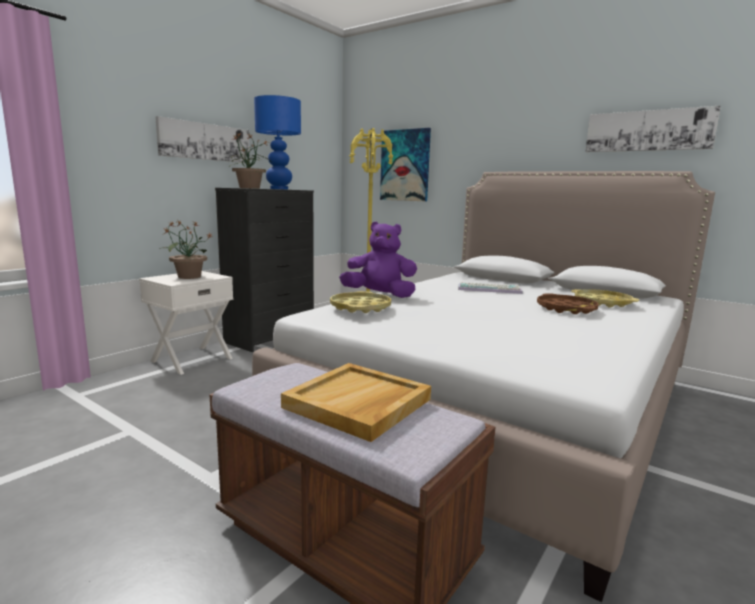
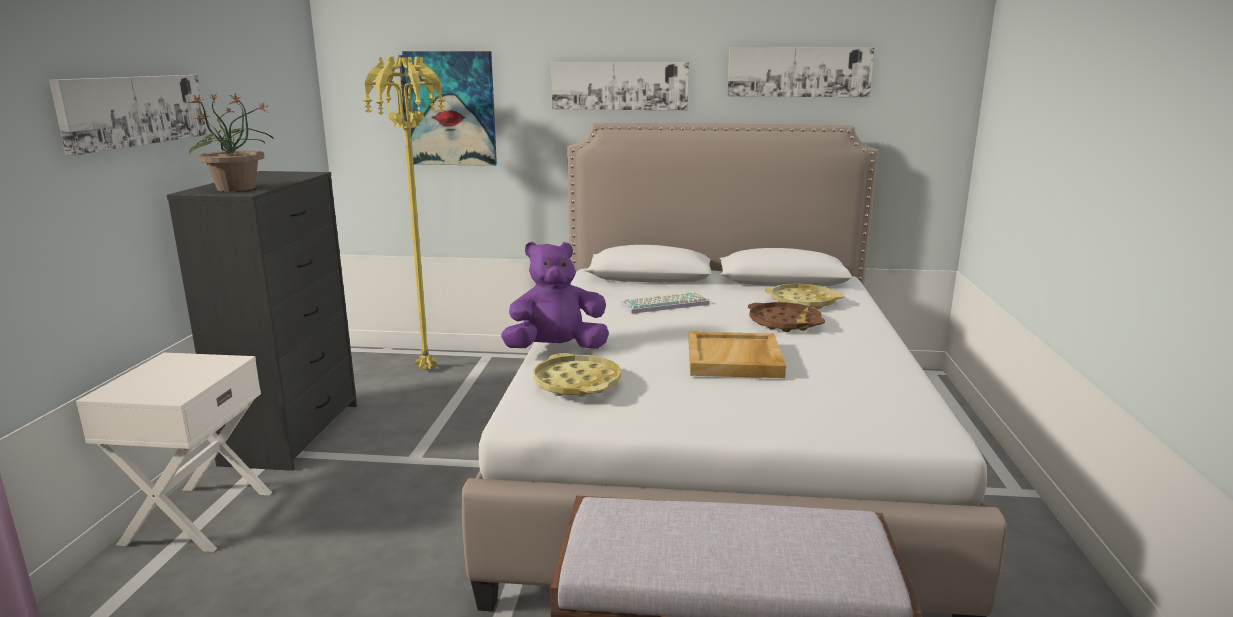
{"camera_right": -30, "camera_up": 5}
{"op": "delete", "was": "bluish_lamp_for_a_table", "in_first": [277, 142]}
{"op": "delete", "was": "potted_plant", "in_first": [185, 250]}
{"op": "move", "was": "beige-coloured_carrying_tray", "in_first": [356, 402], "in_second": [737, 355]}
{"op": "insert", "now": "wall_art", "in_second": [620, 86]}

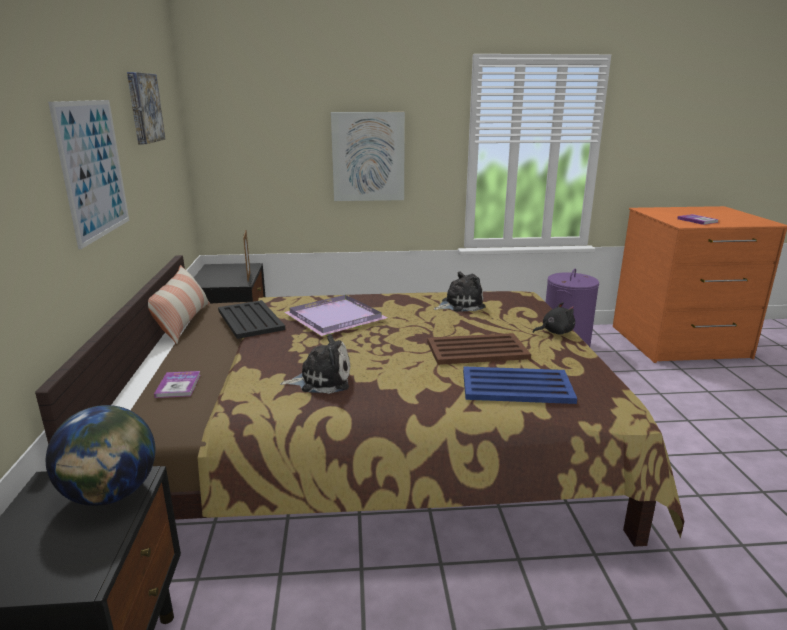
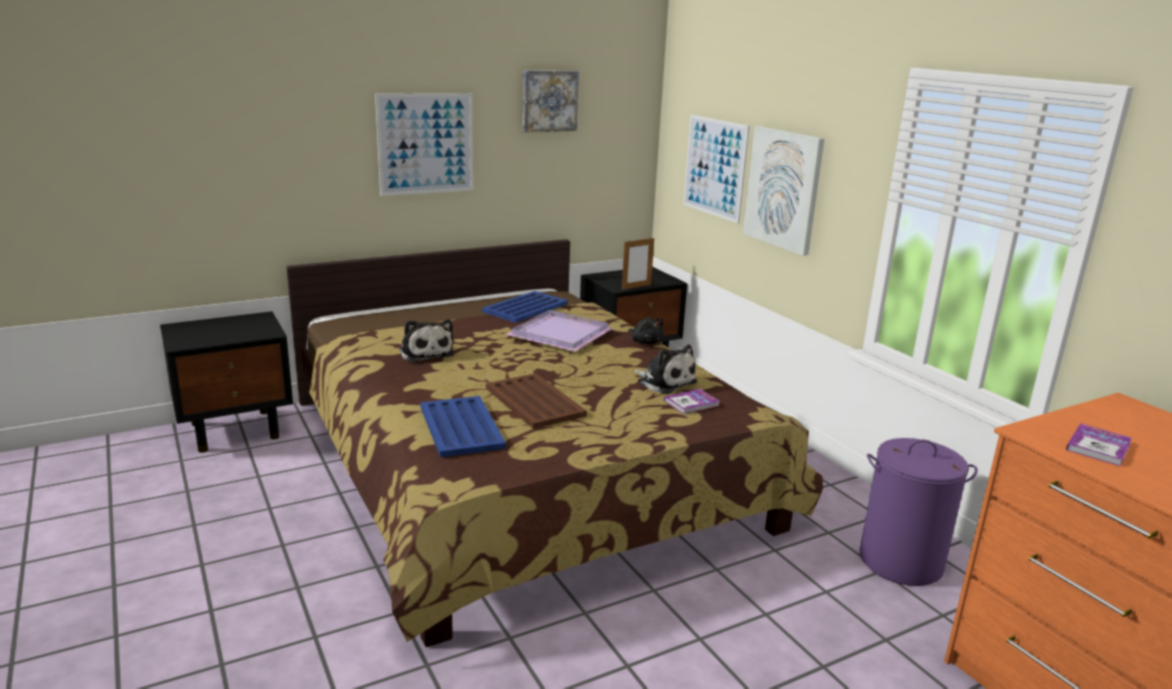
{"camera_right": 65, "camera_up": 0}
{"op": "delete", "was": "cushion", "in_first": [179, 304]}
{"op": "recolor", "was": "blackish_carrying_tray", "now": "bluish_carrying_tray", "in_first": [251, 319], "in_second": [525, 307]}
{"op": "move", "was": "blackish_cuddly_toy", "in_first": [554, 318], "in_second": [646, 330]}
{"op": "move", "was": "volume", "in_first": [177, 384], "in_second": [692, 401]}
{"op": "delete", "was": "desk_globe", "in_first": [100, 455]}
{"op": "insert", "now": "wall_art", "in_second": [716, 169]}

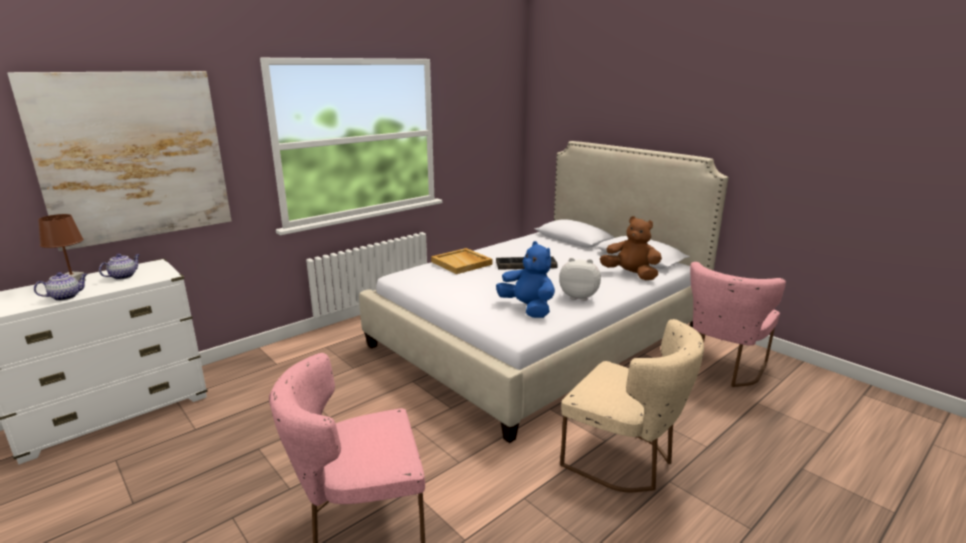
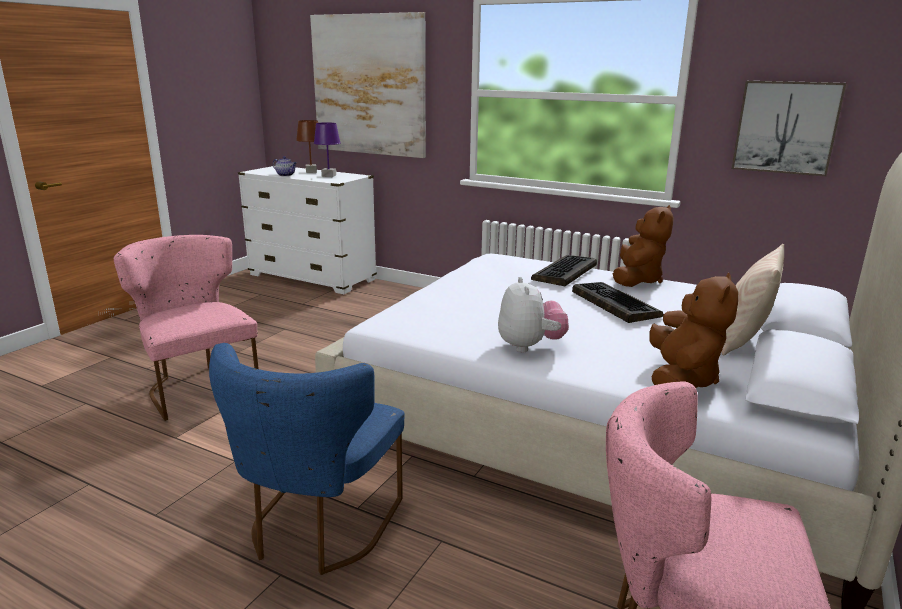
{"camera_right": 70, "camera_up": 0}
{"op": "delete", "was": "bluish_cuddly_toy", "in_first": [525, 279]}
{"op": "replace", "was": "beige-coloured_carrying_tray", "now": "PC_keyboard", "in_first": [461, 261], "in_second": [564, 270]}
{"op": "replace", "was": "tea_pot", "now": "purple-coloured_lamp_for_a_table", "in_first": [119, 267], "in_second": [327, 149]}
{"op": "recolor", "was": "beige-coloured_upright_chair", "now": "bluish_upright_chair", "in_first": [632, 405], "in_second": [306, 459]}
{"op": "insert", "now": "wall_art", "in_second": [789, 128]}
{"op": "insert", "now": "brown-coloured_cuddly_toy", "in_second": [643, 246]}
{"op": "insert", "now": "beige-coloured_cushion", "in_second": [752, 300]}

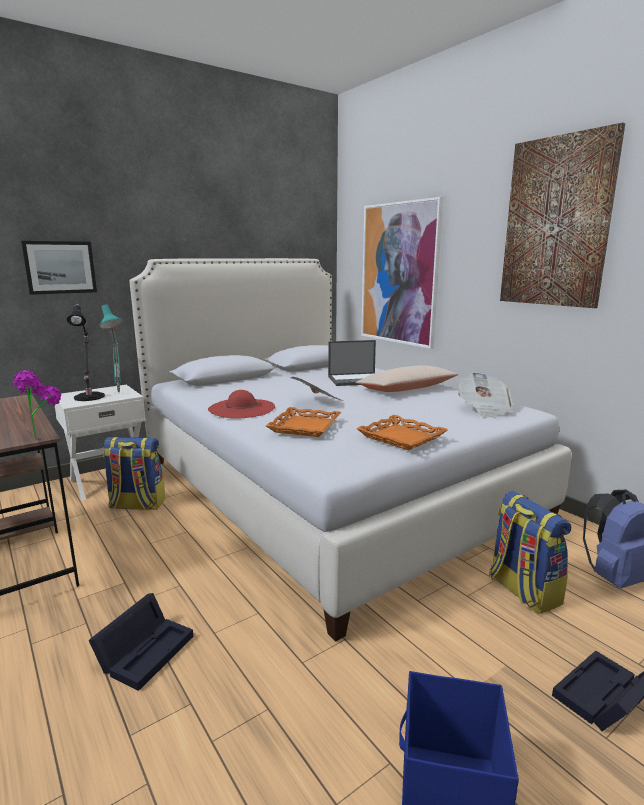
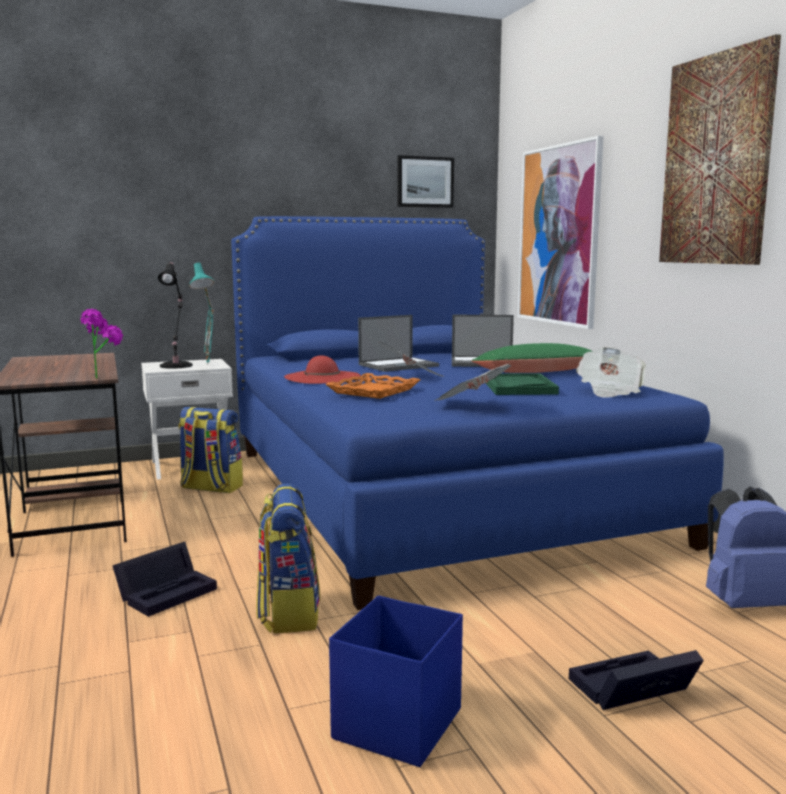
{"camera_right": 15, "camera_up": -5}
{"op": "move", "was": "wall_art", "in_first": [59, 268], "in_second": [425, 181]}
{"op": "recolor", "was": "whitish_bedroom_bed", "now": "bluish_bedroom_bed", "in_first": [350, 450], "in_second": [477, 413]}
{"op": "recolor", "was": "beige-coloured_cushion", "now": "greenish_cushion", "in_first": [407, 378], "in_second": [531, 358]}
{"op": "replace", "was": "orange_carrying_tray", "now": "newspaper", "in_first": [402, 432], "in_second": [472, 382]}
{"op": "move", "was": "backpack", "in_first": [530, 552], "in_second": [288, 558]}
{"op": "insert", "now": "notebook_computer", "in_second": [398, 343]}
{"op": "insert", "now": "greenish_carrying_tray", "in_second": [522, 384]}

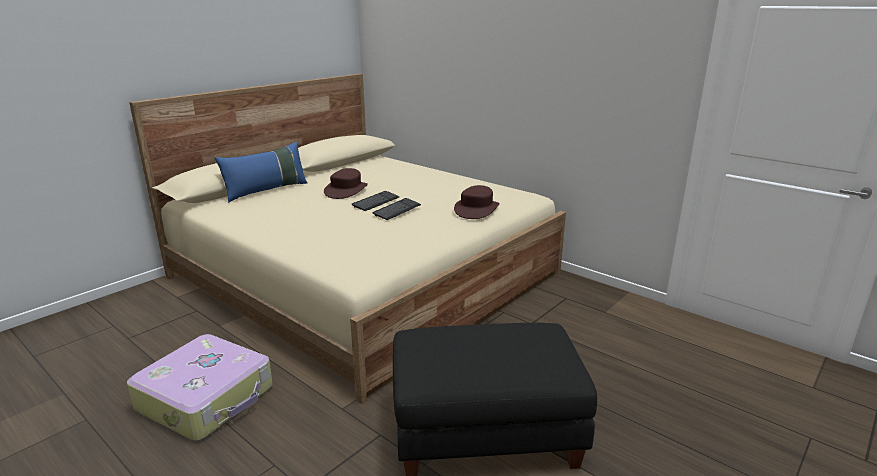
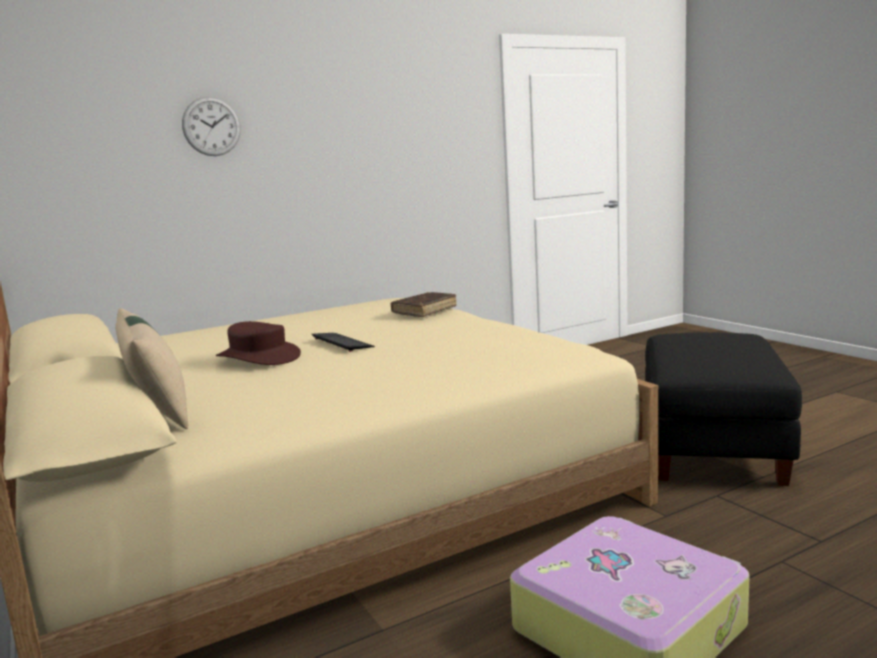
{"camera_right": -70, "camera_up": -10}
{"op": "recolor", "was": "bluish_cushion", "now": "beige-coloured_cushion", "in_first": [261, 172], "in_second": [151, 368]}
{"op": "replace", "was": "brown-coloured_hat", "now": "brown-coloured_volume", "in_first": [476, 202], "in_second": [423, 304]}
{"op": "delete", "was": "PC_keyboard", "in_first": [396, 209]}
{"op": "insert", "now": "wall_clock", "in_second": [211, 126]}

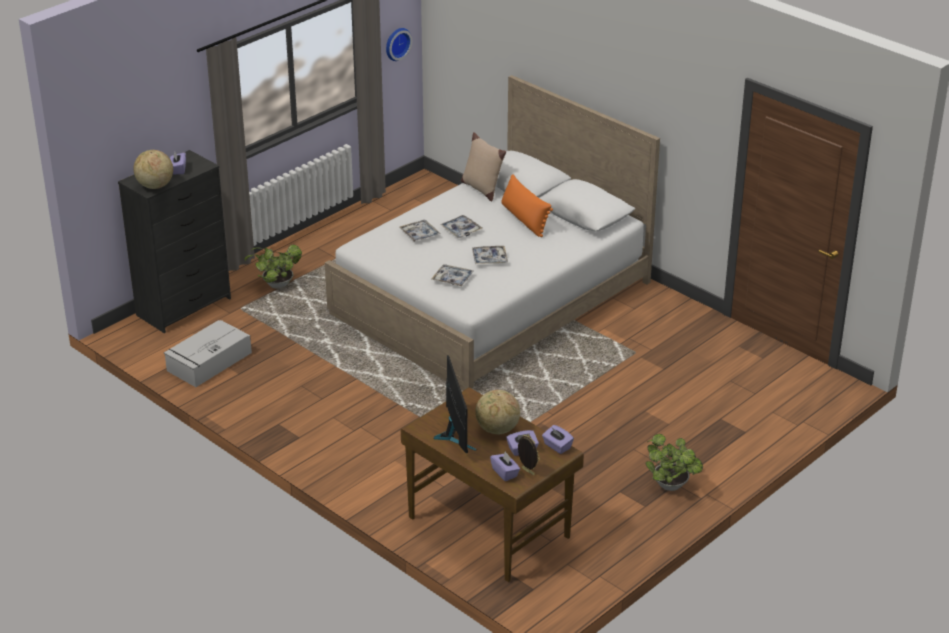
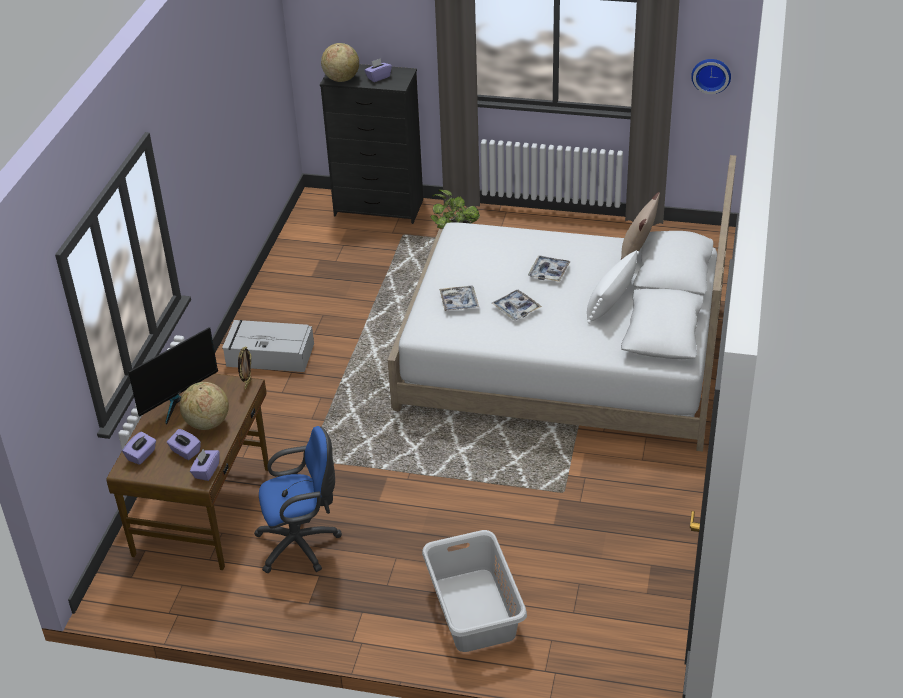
{"camera_right": 60, "camera_up": 5}
{"op": "recolor", "was": "orange_cushion", "now": "whitish_cushion", "in_first": [527, 205], "in_second": [613, 287]}
{"op": "delete", "was": "carrying_tray", "in_first": [420, 231]}
{"op": "move", "was": "greyish_storage_box", "in_first": [208, 353], "in_second": [268, 346]}
{"op": "delete", "was": "potted_plant", "in_first": [674, 462]}
{"op": "move", "was": "photo_frame", "in_first": [529, 455], "in_second": [245, 367]}
{"op": "insert", "now": "bluish_computer_chair", "in_second": [298, 499]}
{"op": "insert", "now": "greyish_hamper", "in_second": [474, 591]}

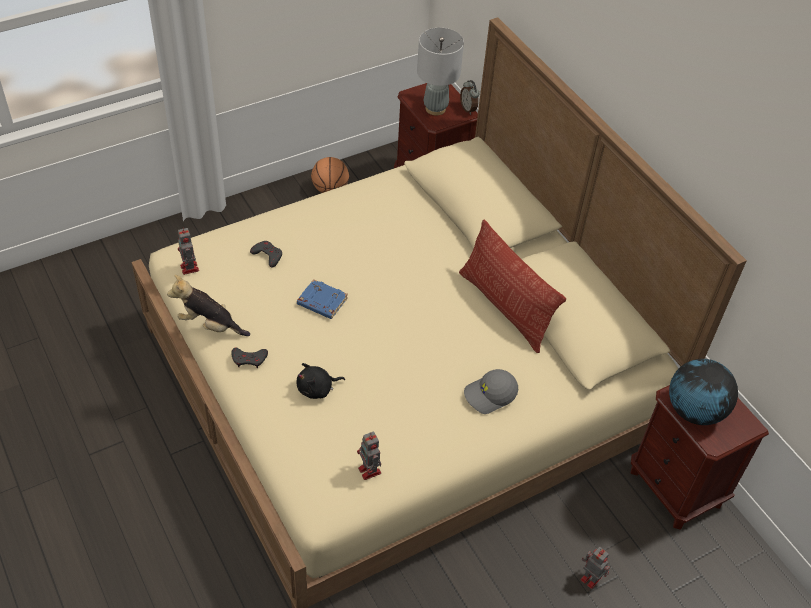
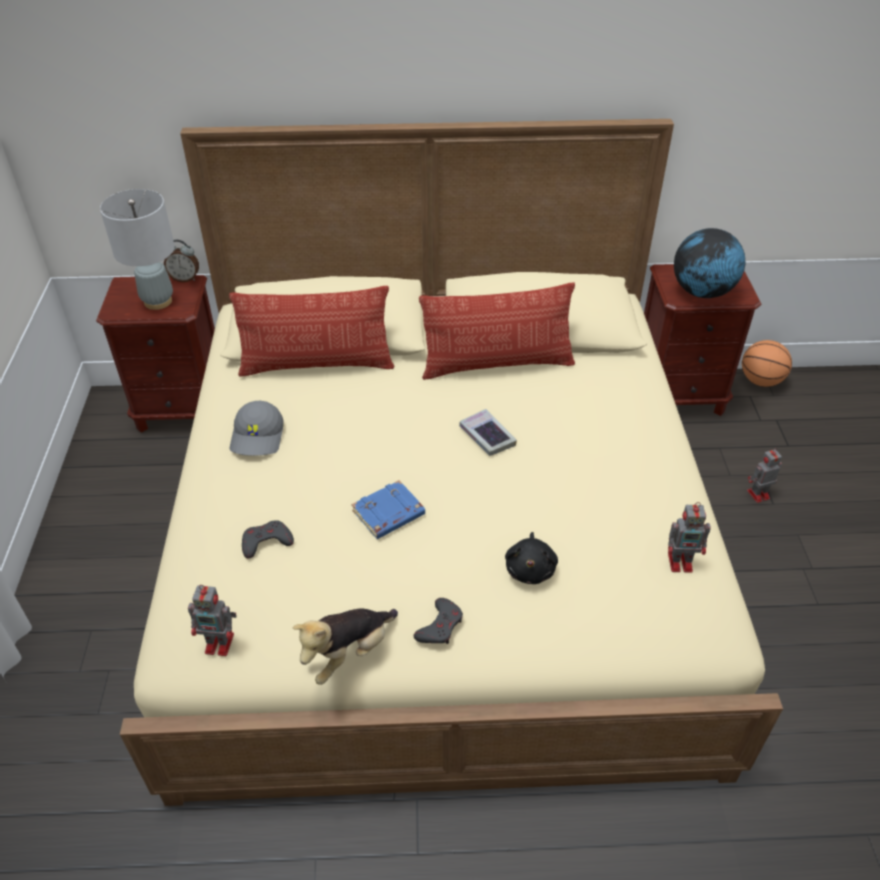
{"camera_right": -60, "camera_up": -5}
{"op": "move", "was": "basketball", "in_first": [330, 175], "in_second": [767, 363]}
{"op": "move", "was": "greyish_baseball_cap", "in_first": [491, 391], "in_second": [257, 428]}
{"op": "insert", "now": "cushion", "in_second": [312, 331]}
{"op": "insert", "now": "volume", "in_second": [488, 432]}

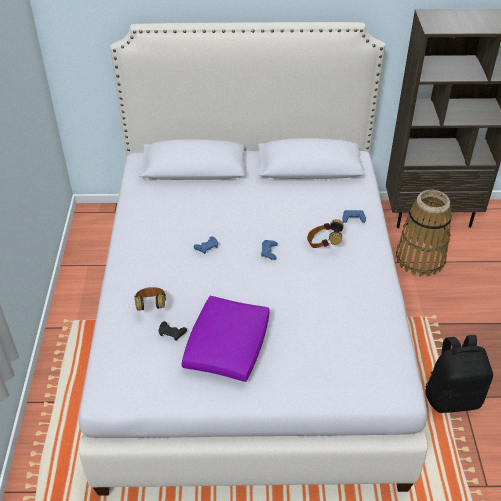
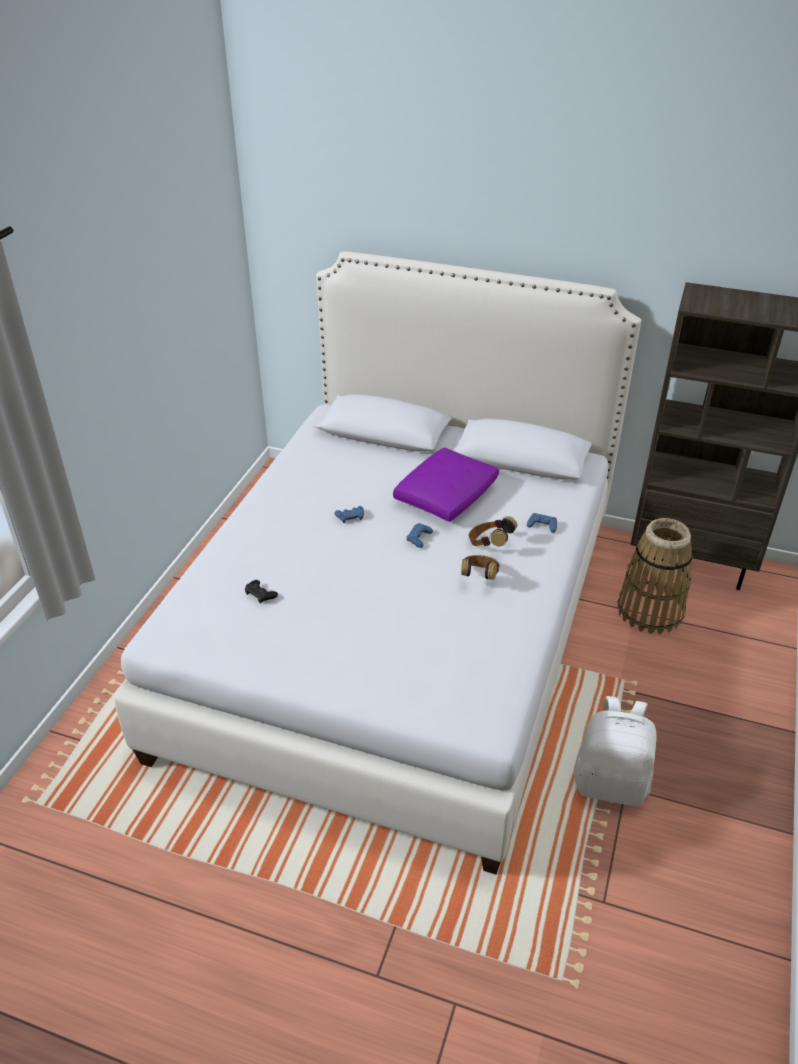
{"camera_right": 20, "camera_up": -5}
{"op": "move", "was": "headphones", "in_first": [150, 298], "in_second": [480, 567]}
{"op": "move", "was": "purple-coloured_cushion", "in_first": [226, 339], "in_second": [446, 484]}
{"op": "recolor", "was": "blackish_backpack", "now": "whitish_backpack", "in_first": [459, 374], "in_second": [615, 751]}

